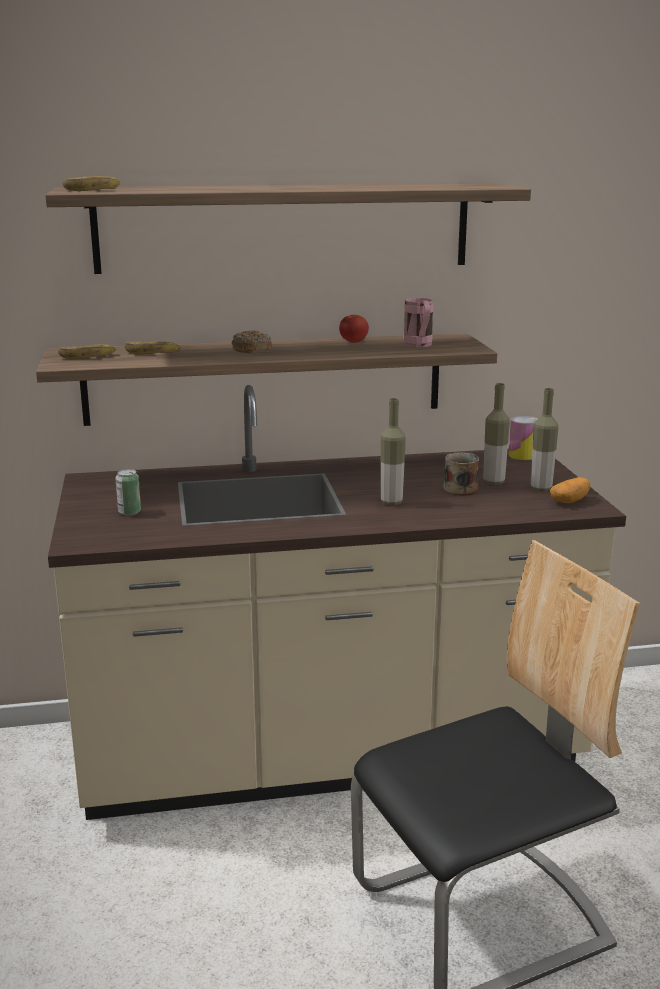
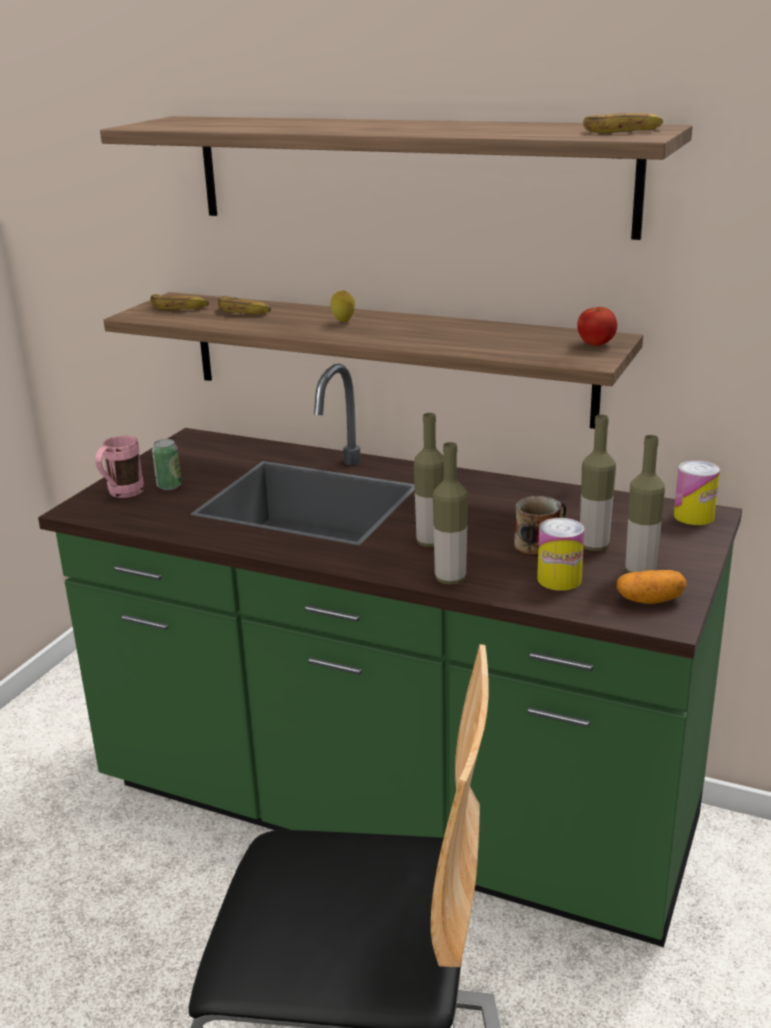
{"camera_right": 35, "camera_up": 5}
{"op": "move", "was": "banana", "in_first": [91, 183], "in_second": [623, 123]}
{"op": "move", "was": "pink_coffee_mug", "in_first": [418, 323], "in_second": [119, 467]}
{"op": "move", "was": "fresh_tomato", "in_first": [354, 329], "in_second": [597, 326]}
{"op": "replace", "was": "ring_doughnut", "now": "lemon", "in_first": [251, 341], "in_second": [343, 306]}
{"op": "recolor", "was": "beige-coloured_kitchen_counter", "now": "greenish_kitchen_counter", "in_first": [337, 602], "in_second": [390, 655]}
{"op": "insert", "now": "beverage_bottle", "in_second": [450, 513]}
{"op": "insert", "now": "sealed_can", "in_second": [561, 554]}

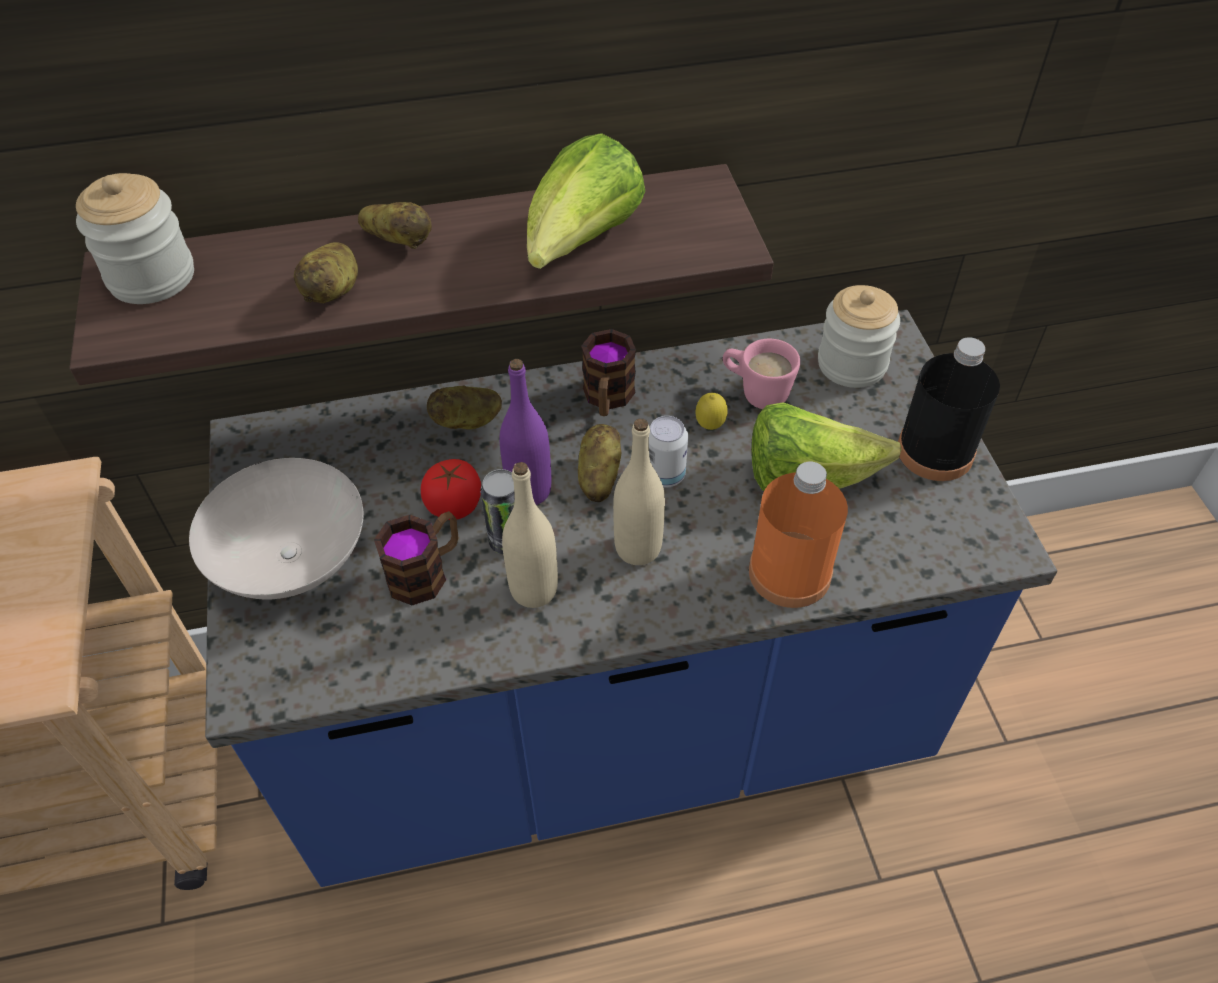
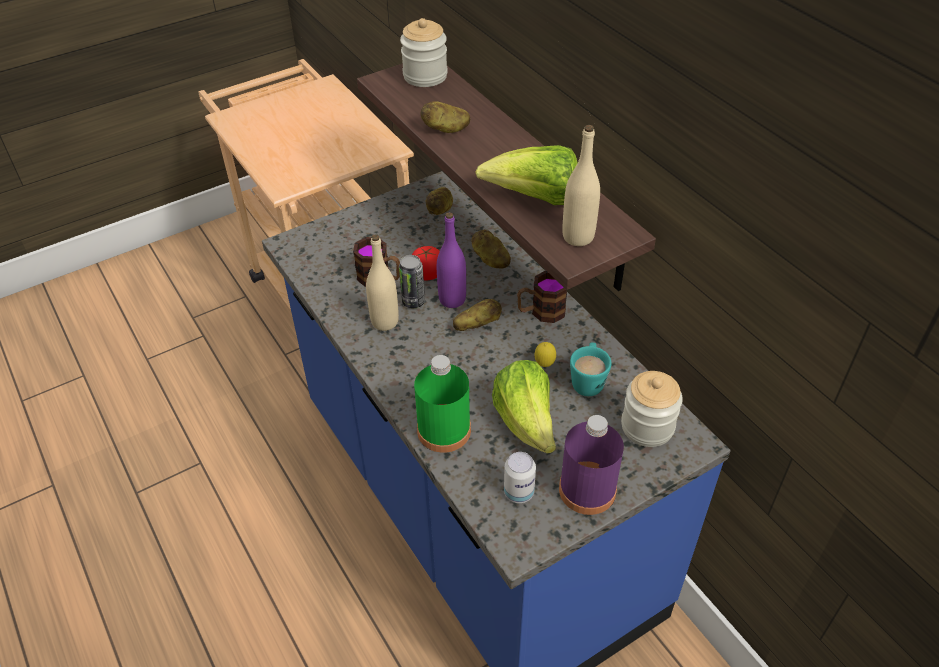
{"camera_right": 70, "camera_up": -5}
{"op": "move", "was": "whole_potato", "in_first": [395, 225], "in_second": [439, 201]}
{"op": "recolor", "was": "blackish_beverage_bottle", "now": "purple-coloured_beverage_bottle", "in_first": [949, 409], "in_second": [591, 465]}
{"op": "recolor", "was": "pink_coffee_mug", "now": "turquoise_coffee_mug", "in_first": [761, 374], "in_second": [590, 369]}
{"op": "move", "was": "sealed_can", "in_first": [668, 452], "in_second": [520, 477]}
{"op": "move", "was": "beige-coloured_beverage_bottle", "in_first": [639, 491], "in_second": [581, 185]}
{"op": "delete", "was": "whitish_serving_bowl", "in_first": [276, 528]}
{"op": "recolor", "was": "orange_beverage_bottle", "now": "greenish_beverage_bottle", "in_first": [798, 535], "in_second": [442, 404]}

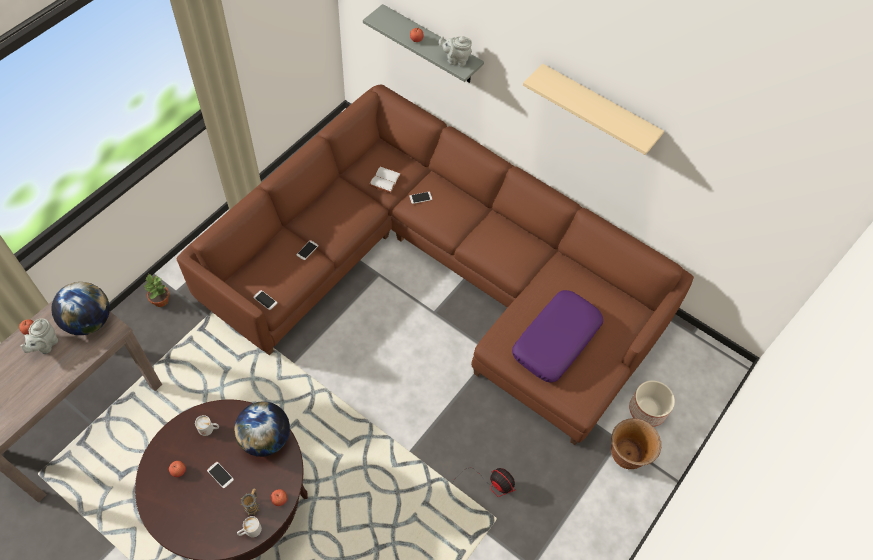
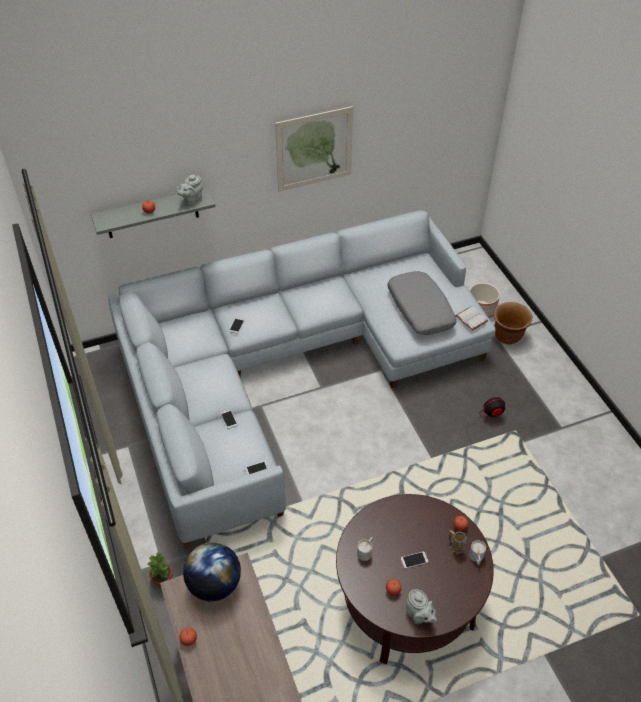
{"camera_right": -55, "camera_up": -10}
{"op": "replace", "was": "beige-coloured_wall_shelf", "now": "wall_art", "in_first": [593, 109], "in_second": [314, 149]}
{"op": "recolor", "was": "brown-coloured_settee", "now": "greyish_settee", "in_first": [435, 264], "in_second": [302, 379]}
{"op": "move", "was": "whitish_volume", "in_first": [385, 179], "in_second": [471, 318]}
{"op": "recolor", "was": "purple-coloured_cushion", "now": "greyish_cushion", "in_first": [557, 336], "in_second": [421, 303]}
{"op": "move", "was": "greyish_tea_pot", "in_first": [39, 336], "in_second": [421, 606]}
{"op": "delete", "was": "desk_globe", "in_first": [262, 429]}

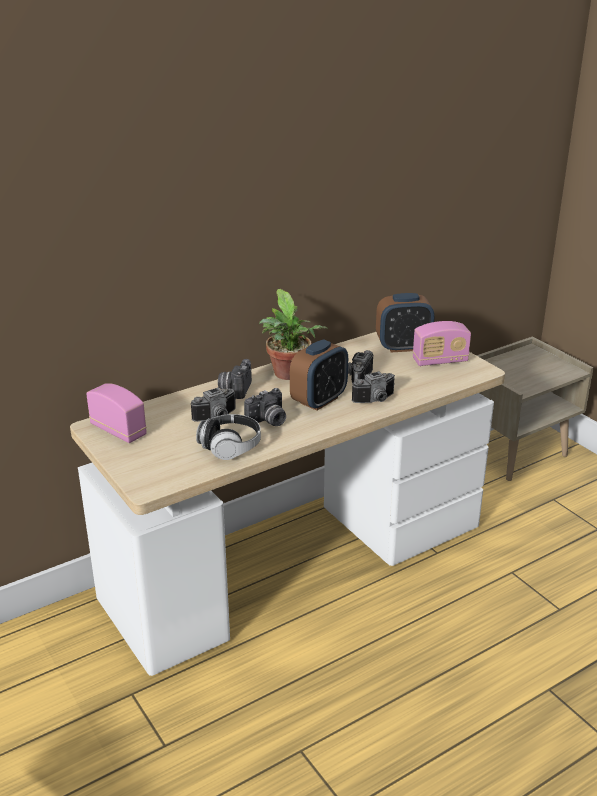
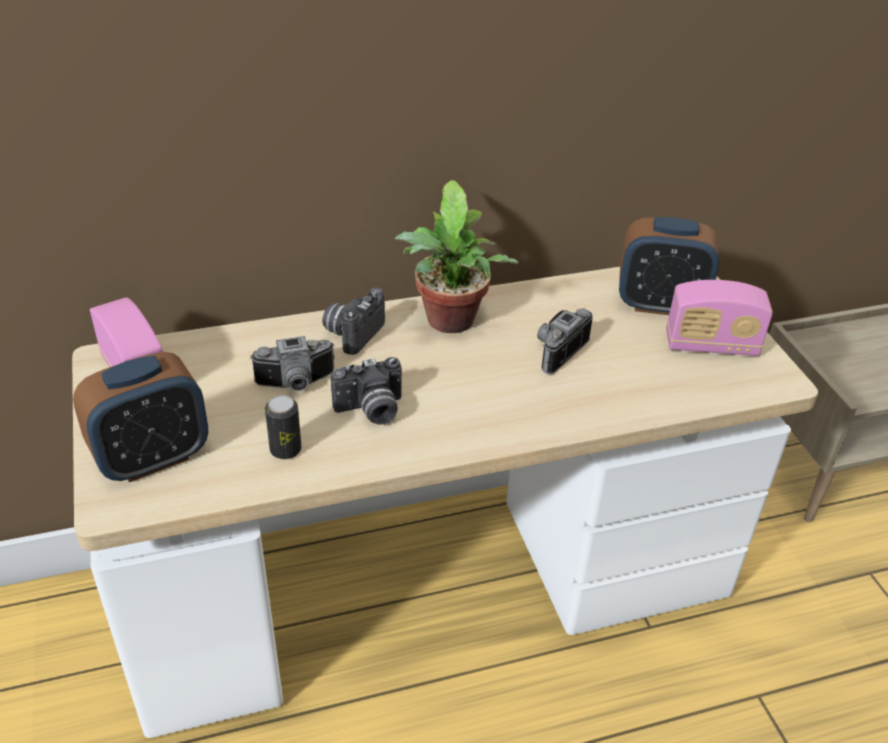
{"camera_right": 15, "camera_up": 10}
{"op": "move", "was": "table_clock", "in_first": [319, 375], "in_second": [140, 417]}
{"op": "delete", "was": "photo_camera", "in_first": [373, 387]}
{"op": "replace", "was": "headphones", "now": "sealed_can", "in_first": [228, 437], "in_second": [283, 427]}

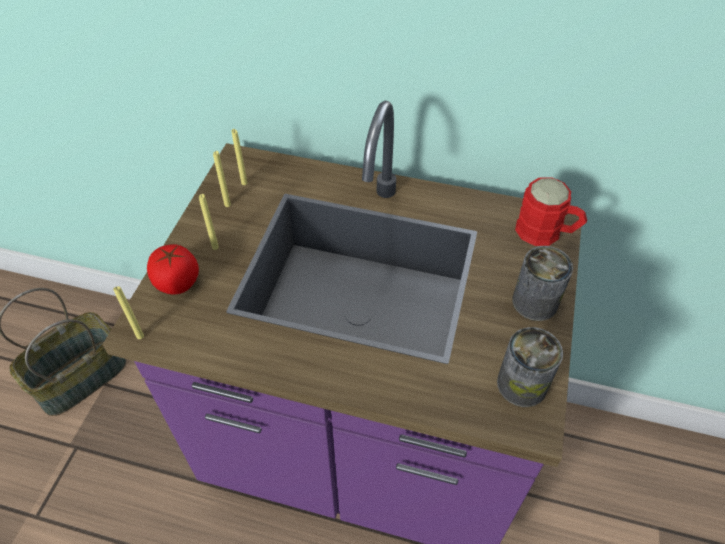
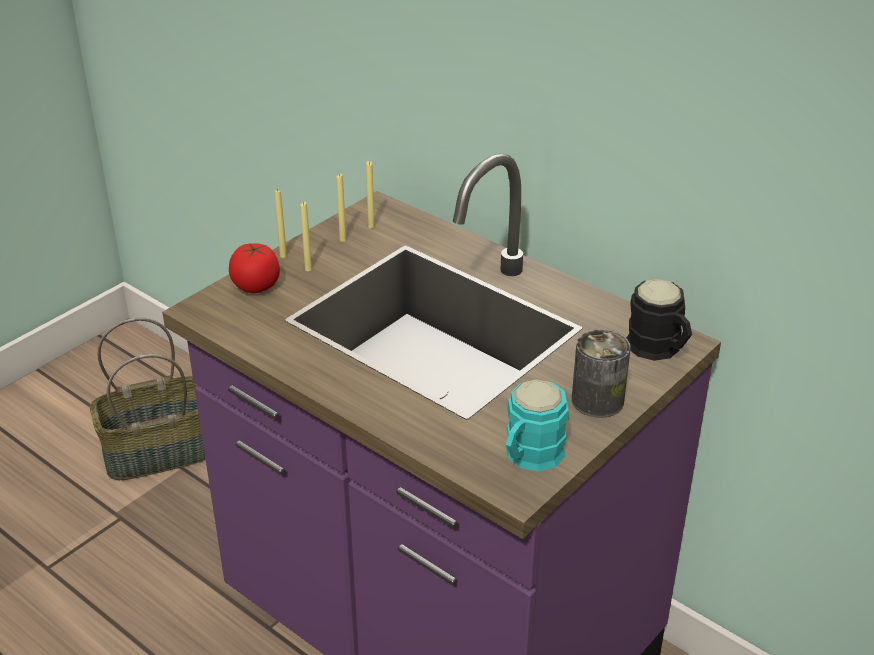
{"camera_right": 25, "camera_up": -15}
{"op": "recolor", "was": "red_coffee_mug", "now": "blackish_coffee_mug", "in_first": [551, 211], "in_second": [659, 320]}
{"op": "move", "was": "yellow_candle", "in_first": [128, 313], "in_second": [280, 223]}
{"op": "replace", "was": "sealed_can", "now": "turquoise_coffee_mug", "in_first": [530, 367], "in_second": [537, 425]}

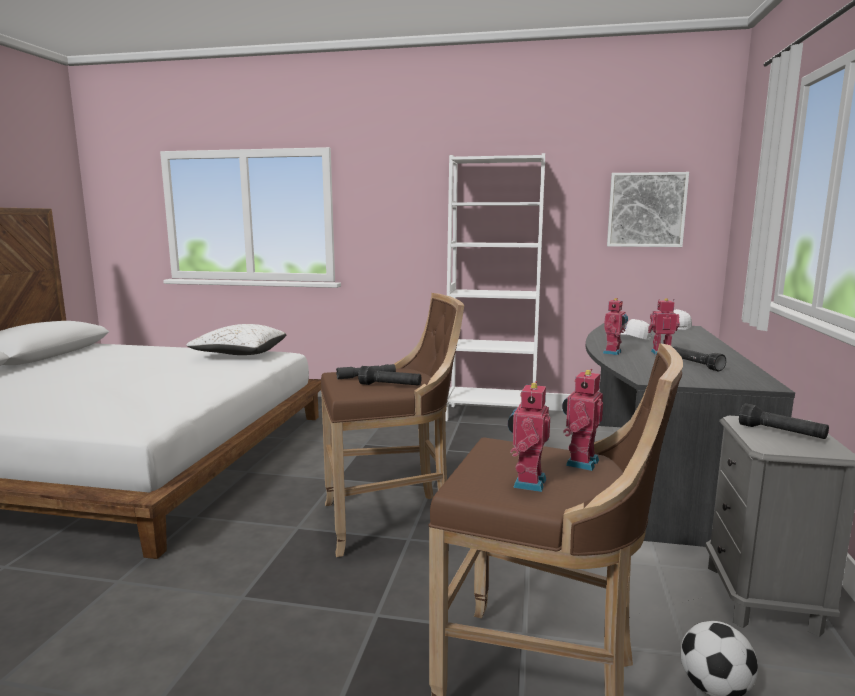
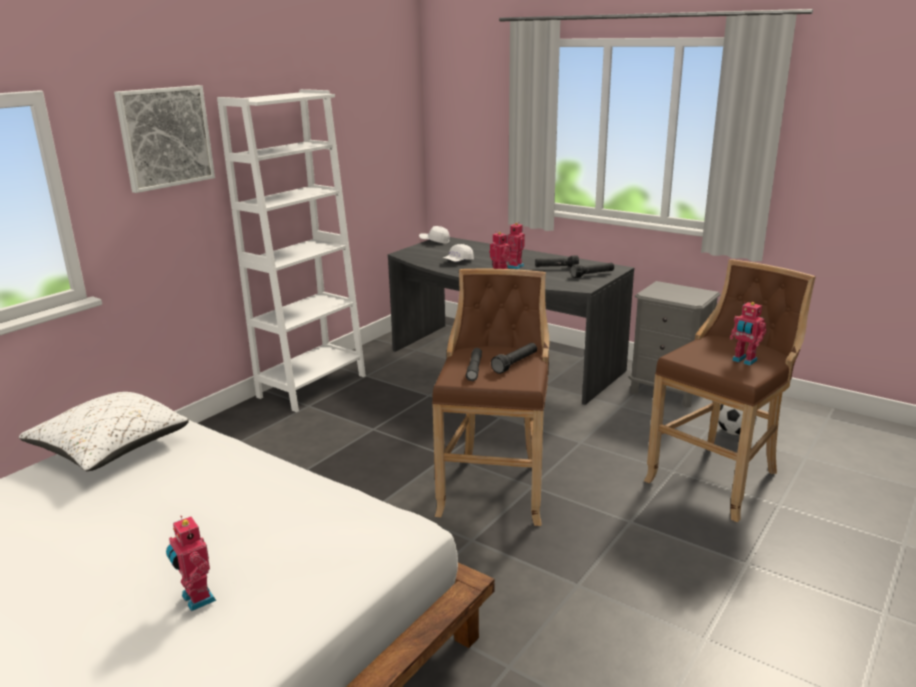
{"camera_right": -65, "camera_up": 10}
{"op": "move", "was": "wall_art", "in_first": [648, 209], "in_second": [164, 139]}
{"op": "move", "was": "model_robot", "in_first": [582, 420], "in_second": [191, 563]}
{"op": "move", "was": "blackish_flashlight", "in_first": [784, 421], "in_second": [592, 270]}

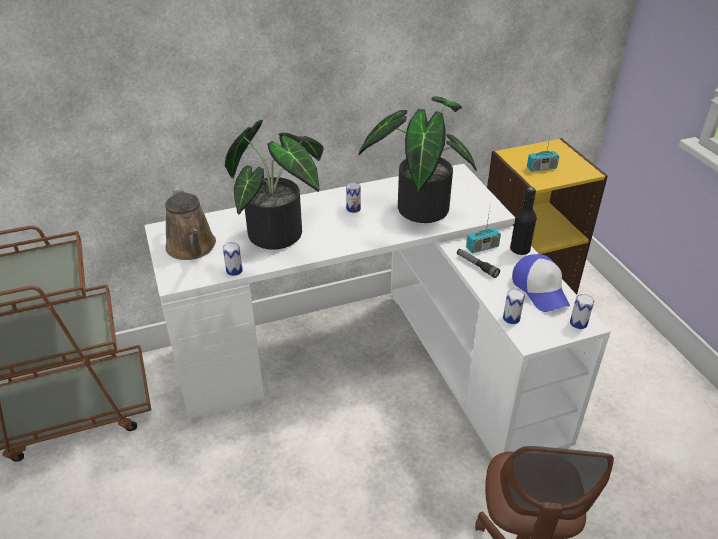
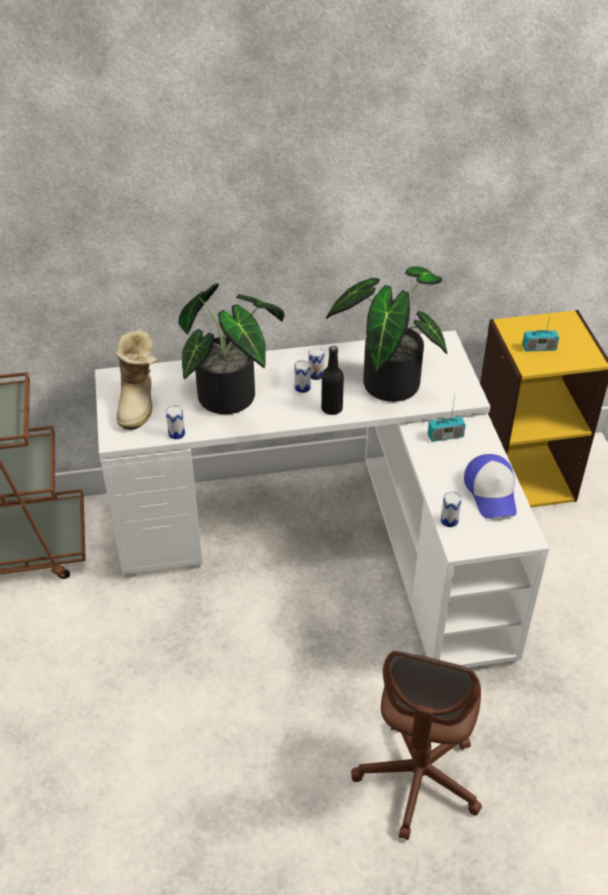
{"camera_right": 10, "camera_up": 5}
{"op": "replace", "was": "brown-coloured_watering_pot", "now": "tall_boot", "in_first": [190, 222], "in_second": [136, 379]}
{"op": "move", "was": "blackish_beverage_bottle", "in_first": [523, 221], "in_second": [332, 380]}
{"op": "delete", "was": "flashlight", "in_first": [478, 263]}
{"op": "move", "was": "sealed_can", "in_first": [582, 311], "in_second": [302, 376]}

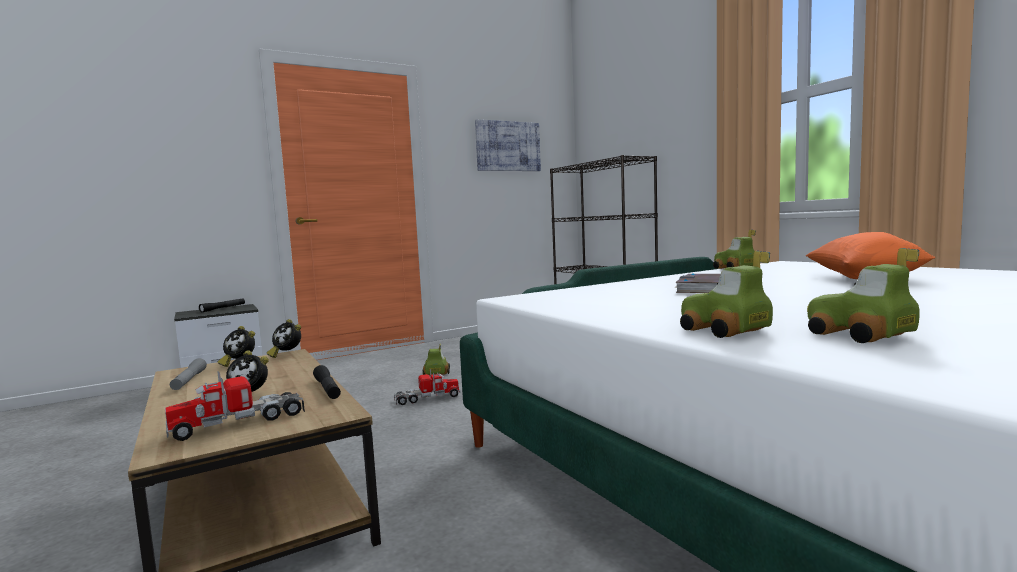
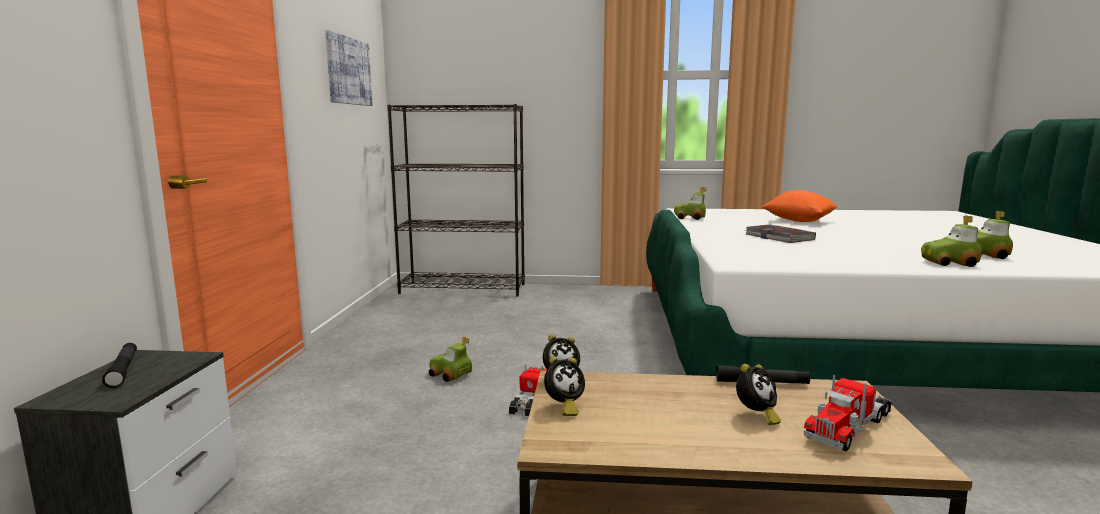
{"camera_right": -55, "camera_up": 5}
{"op": "delete", "was": "greyish_flashlight", "in_first": [188, 374]}
{"op": "rotate", "was": "model_truck", "in_first": [235, 406], "in_second": [848, 413], "clockwise": 45}

